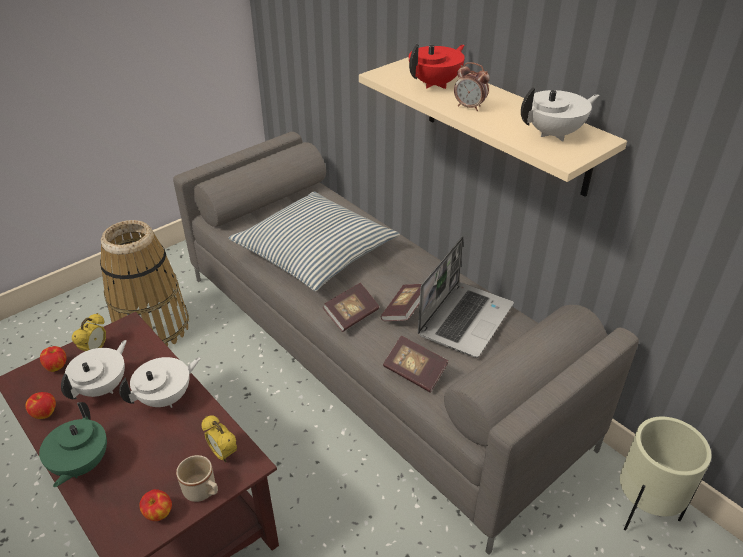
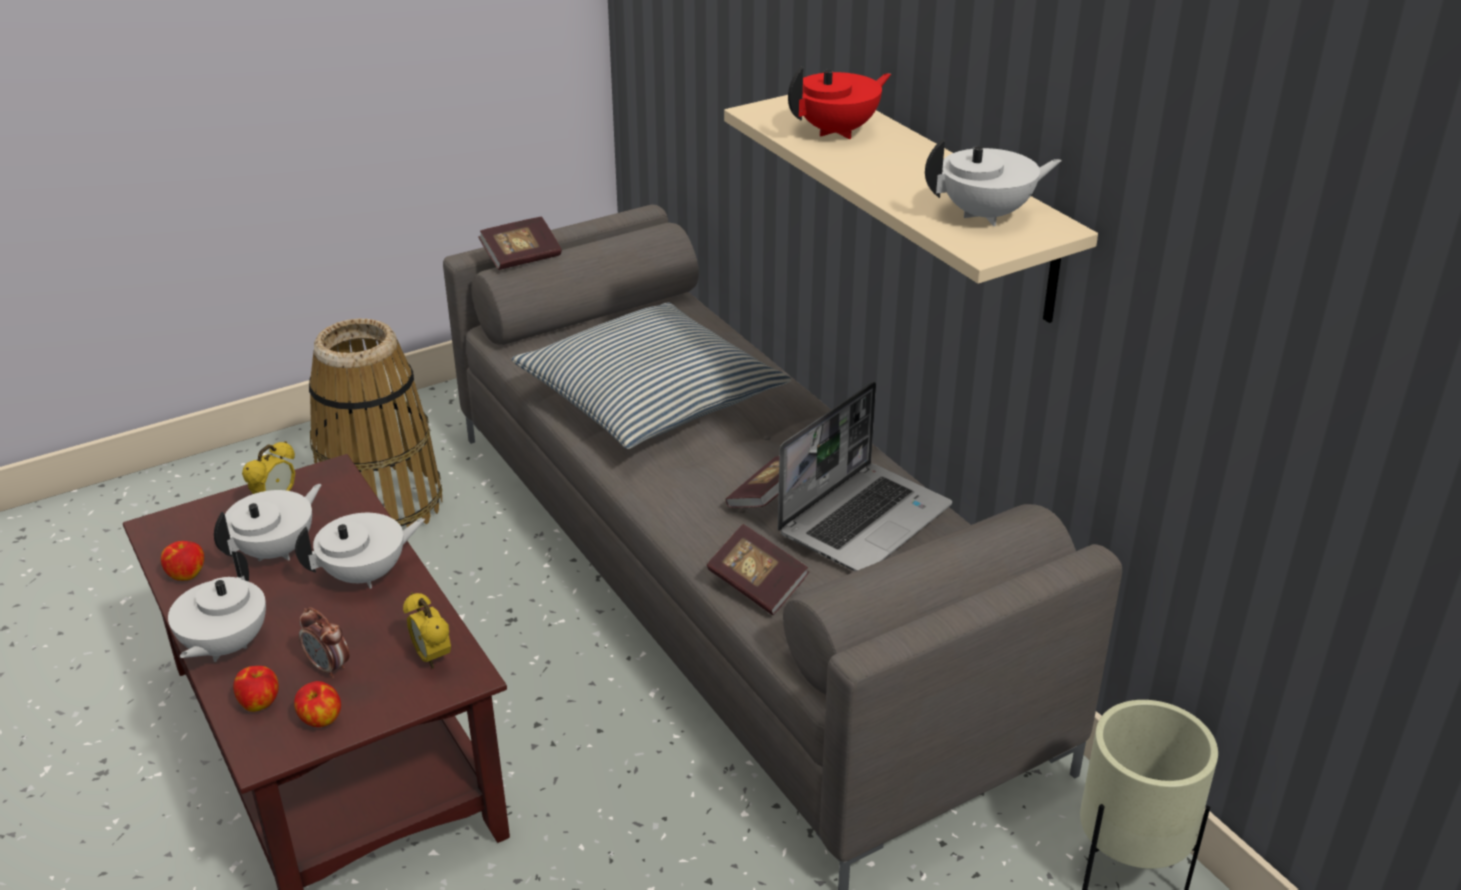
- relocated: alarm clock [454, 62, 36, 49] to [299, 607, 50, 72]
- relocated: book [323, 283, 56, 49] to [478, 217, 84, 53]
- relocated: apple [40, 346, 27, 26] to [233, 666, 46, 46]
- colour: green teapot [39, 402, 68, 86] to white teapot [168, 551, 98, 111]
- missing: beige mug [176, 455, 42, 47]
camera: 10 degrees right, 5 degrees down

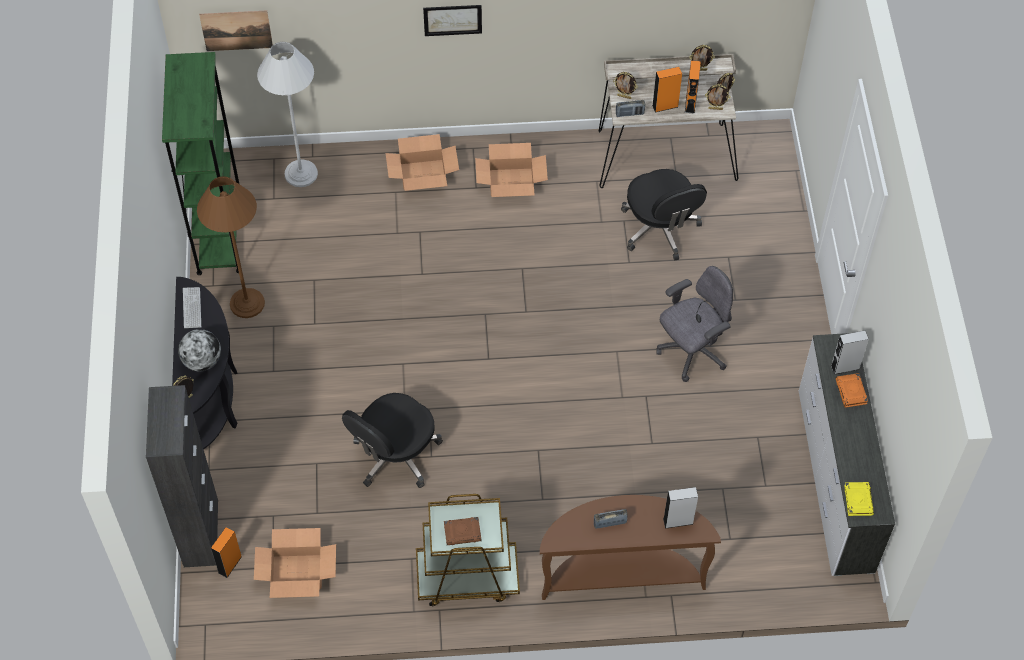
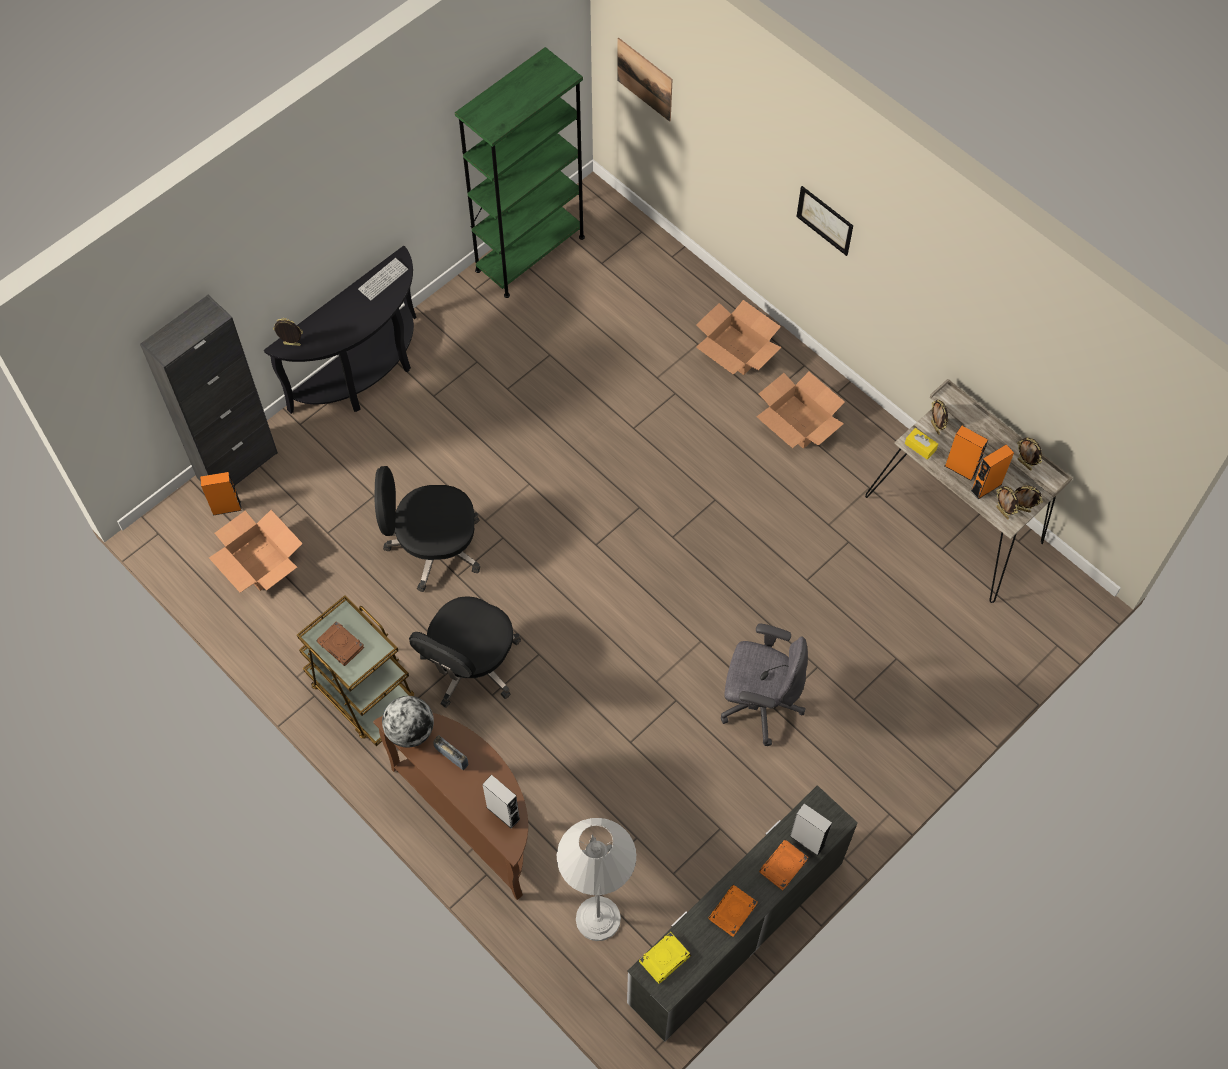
- relocated: white floor lamp [257, 42, 61, 145] to [557, 818, 79, 123]
- exchanged: radio [616, 100, 29, 17] to yellow tissue box [905, 428, 33, 32]
- relocated: black office chair [621, 169, 86, 91] to [409, 596, 112, 112]
- missing: brown floor lamp [197, 176, 68, 142]
- relocated: globe [178, 329, 43, 42] to [382, 696, 52, 52]
- appeared: orange book [708, 885, 49, 52]
camera: 50 degrees right, 5 degrees up

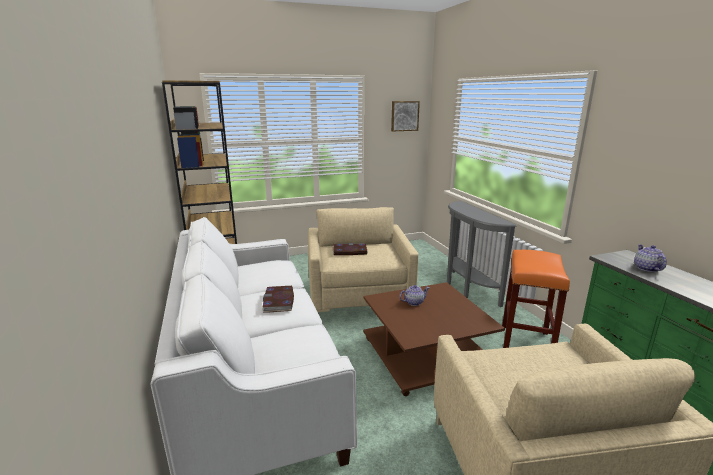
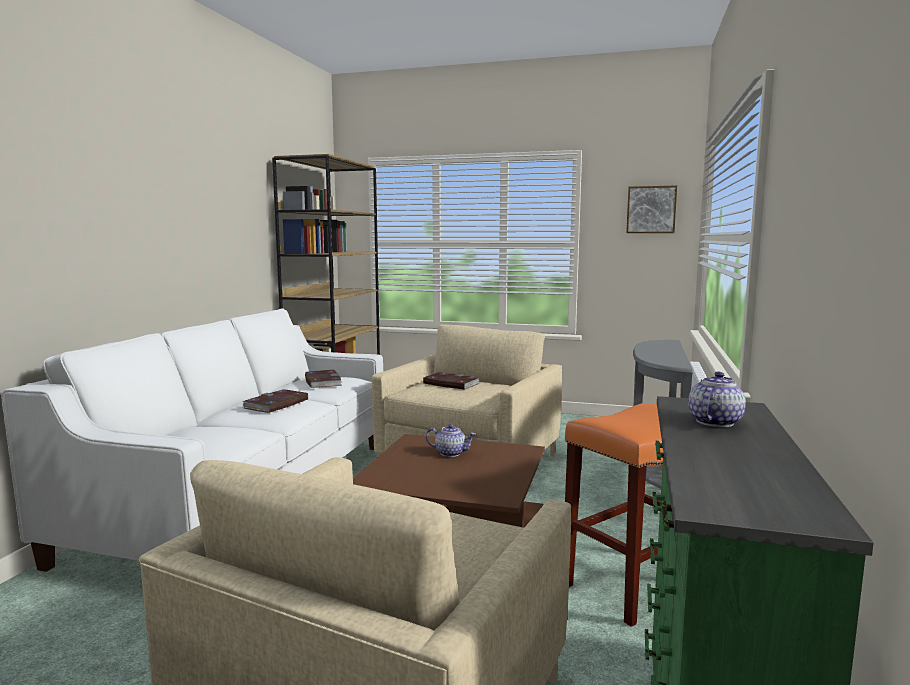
- appeared: book [305, 370, 38, 18]
camera: 35 degrees right, 10 degrees down

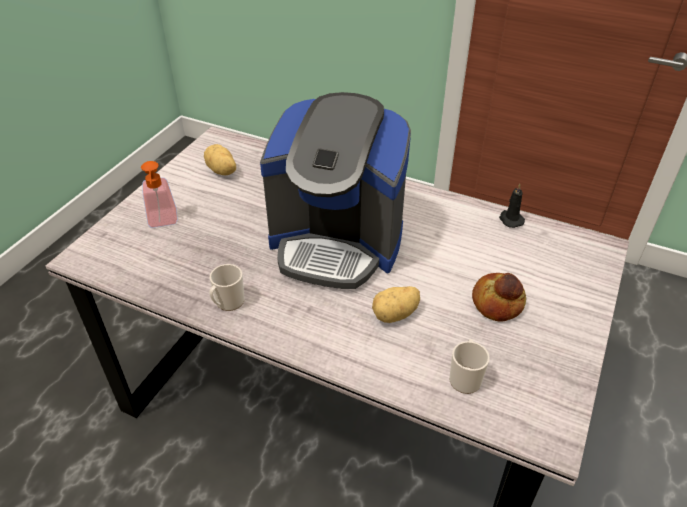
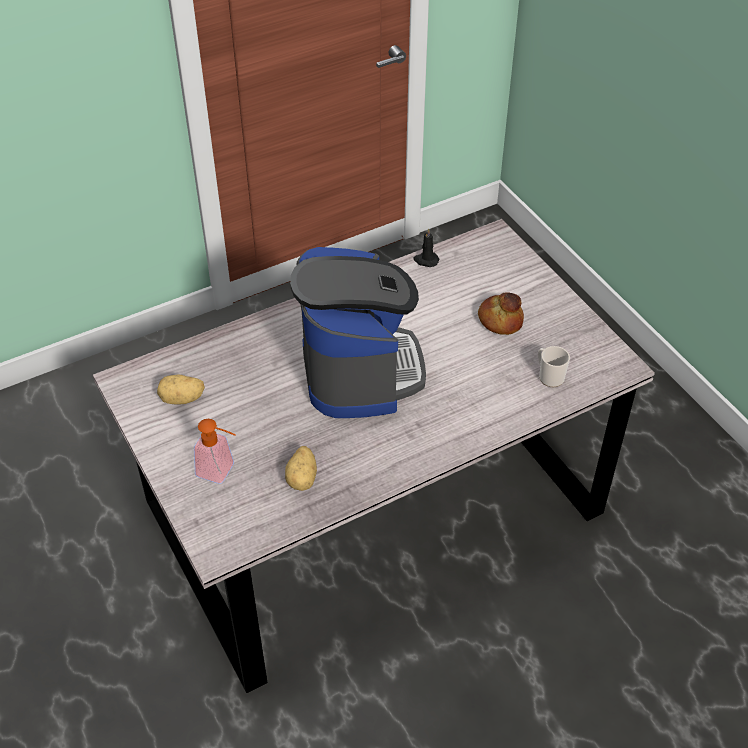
- spun: coffee machine [260, 92, 151, 197] = [290, 247, 136, 171] 60 degrees counterclockwise
- missing: mug [209, 264, 36, 47]
- relocated: potato [372, 286, 48, 37] to [285, 446, 32, 45]
camera: 55 degrees left, 5 degrees up

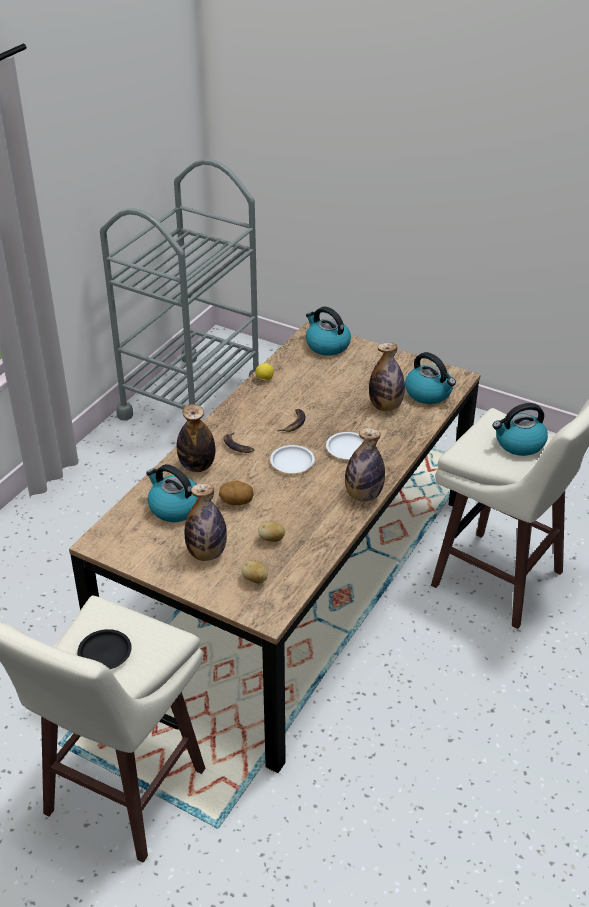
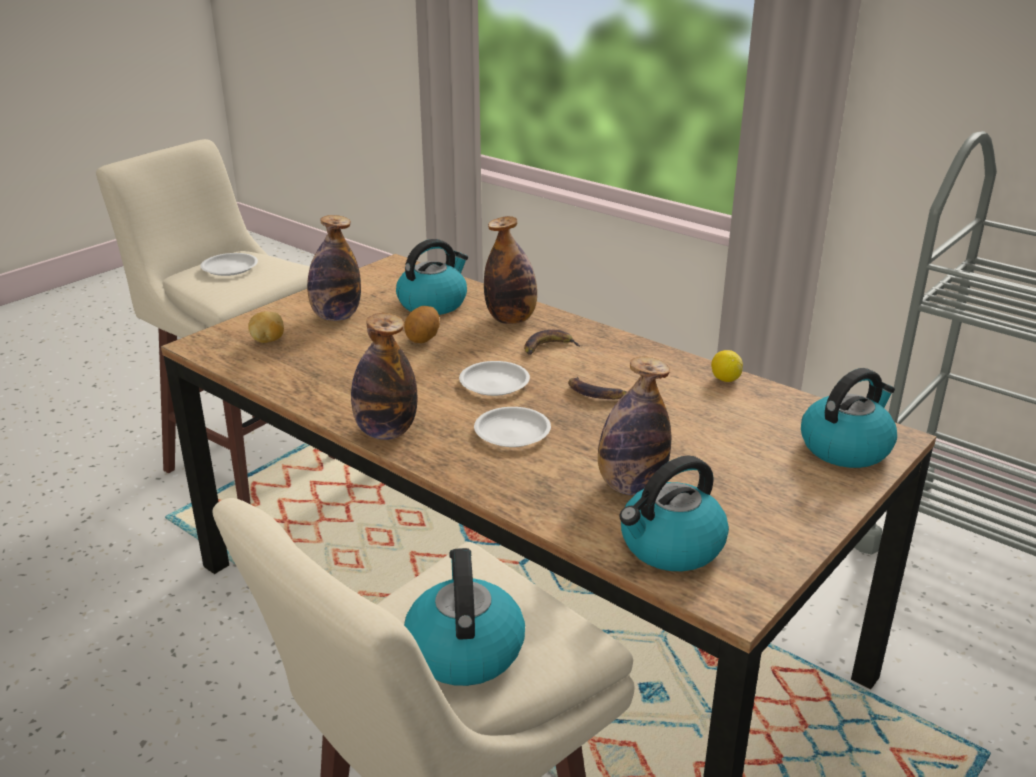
- missing: potato [258, 521, 27, 21]
- colour: black plate [77, 629, 55, 40] to white plate [200, 253, 58, 23]
camera: 100 degrees right, 10 degrees down

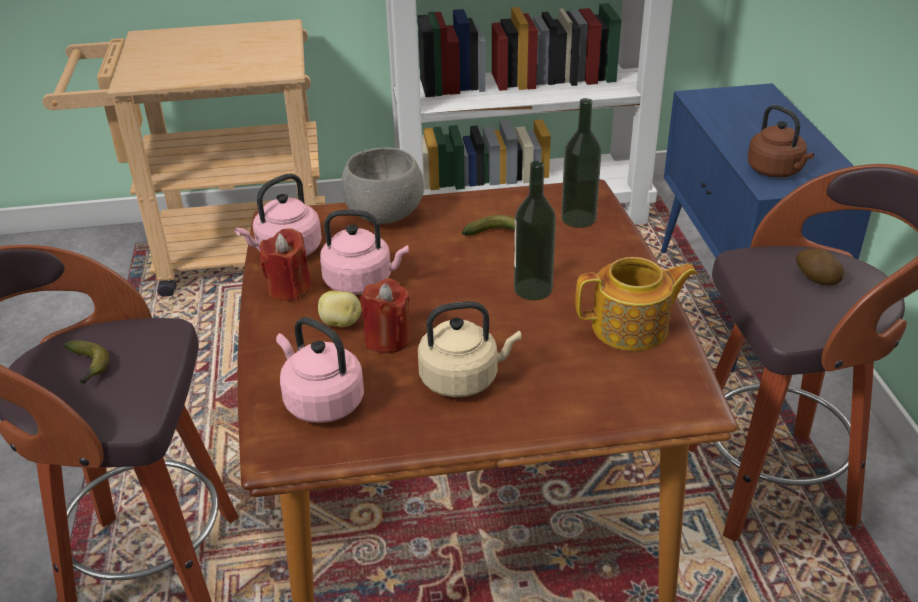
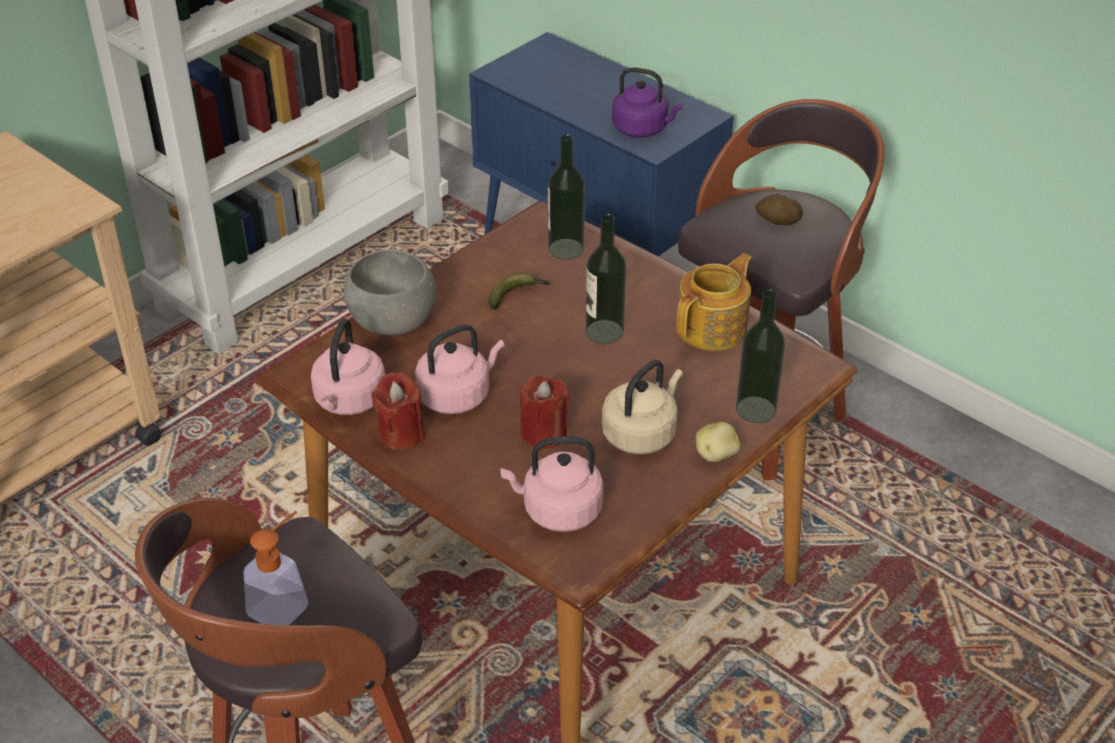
- colour: brown kettle [747, 105, 67, 73] to purple kettle [612, 67, 71, 71]
- relocated: potato [318, 291, 43, 36] to [695, 422, 45, 40]
- exchanged: banana [64, 340, 45, 45] to soap dispenser [243, 511, 66, 114]
- appeared: bottle [736, 289, 49, 134]
camera: 40 degrees left, 5 degrees up

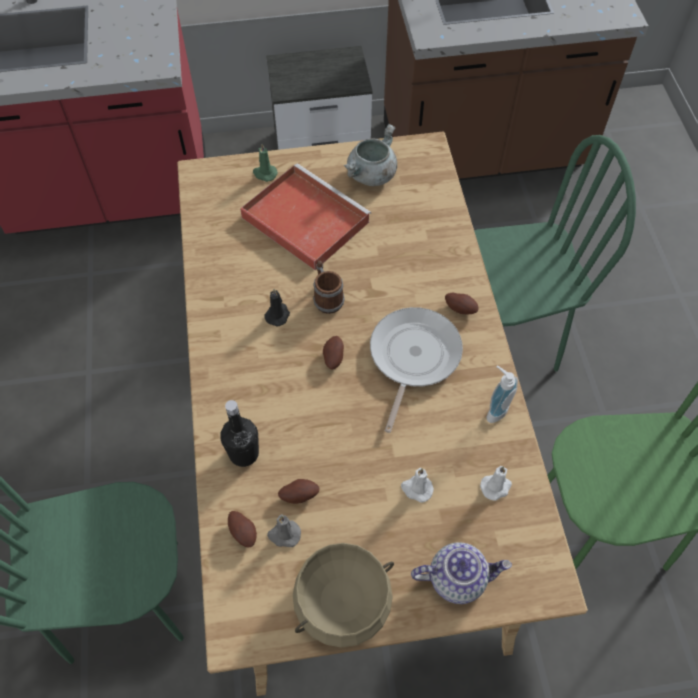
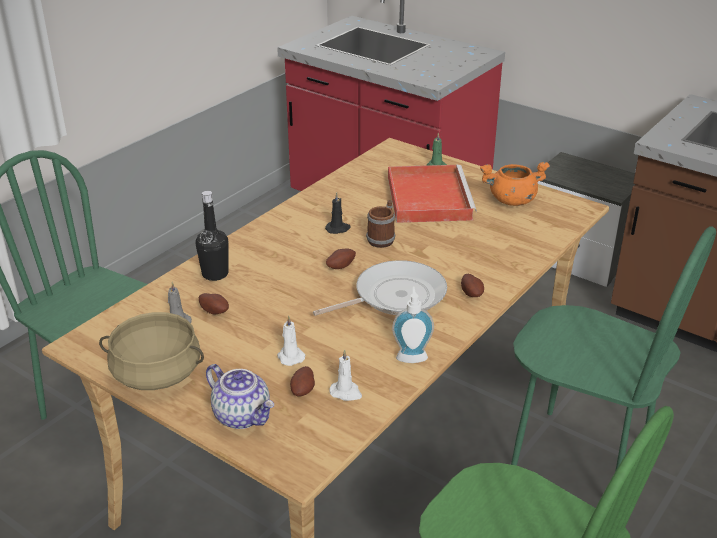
- colour: grey cooking pot [344, 124, 53, 62] to orange cooking pot [480, 162, 70, 44]
- relocated: potato [228, 511, 29, 36] to [290, 366, 25, 30]
camera: 45 degrees right, 25 degrees down

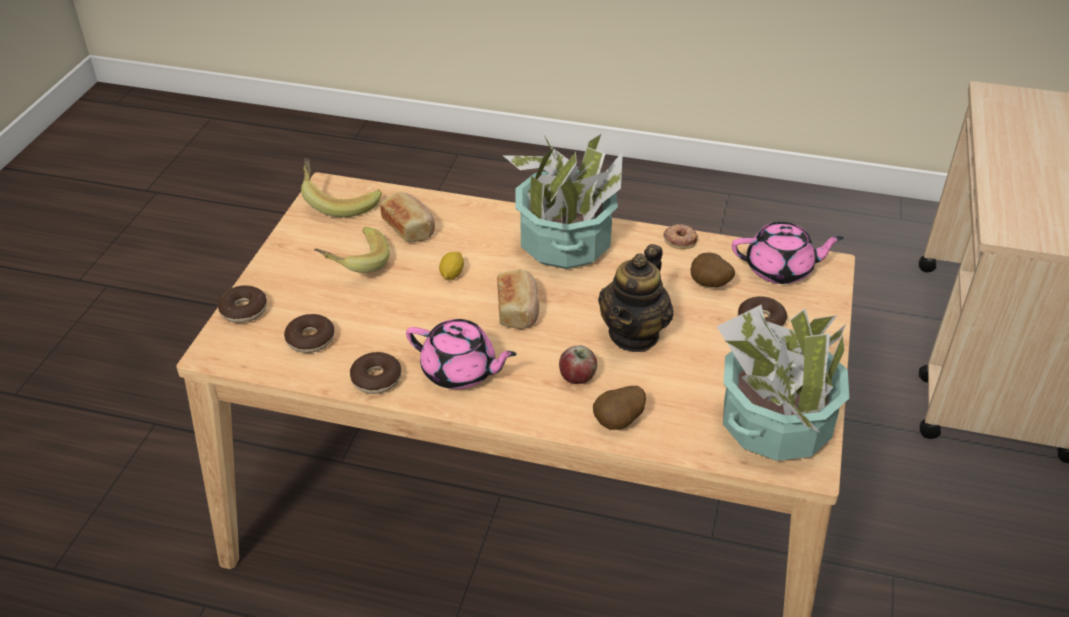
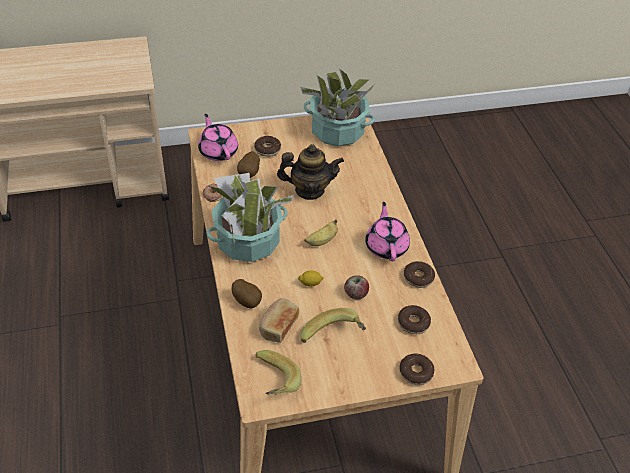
- exchanged: bread [497, 269, 42, 61] to banana [304, 219, 34, 27]
- relocated: apple [559, 346, 38, 38] to [344, 275, 25, 25]
- relocated: potato [593, 386, 53, 44] to [231, 279, 31, 29]
camera: 120 degrees left, 5 degrees up

